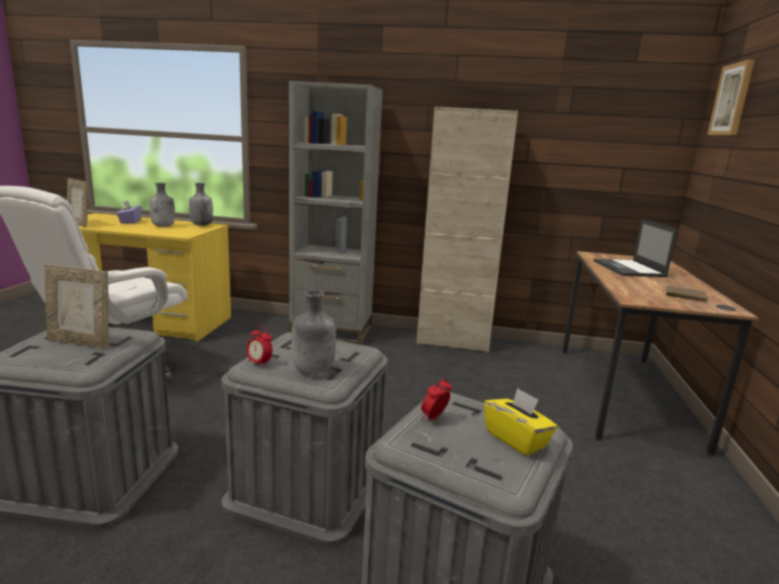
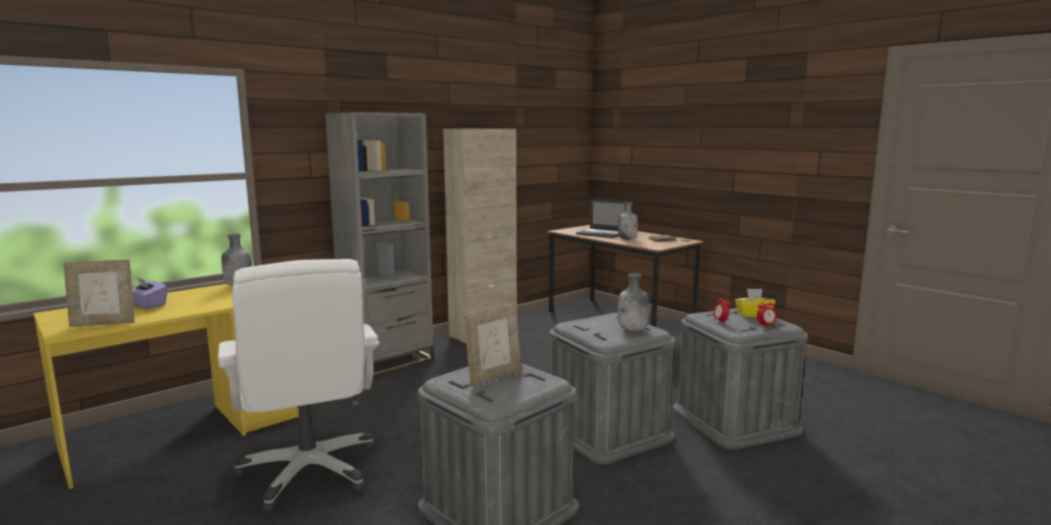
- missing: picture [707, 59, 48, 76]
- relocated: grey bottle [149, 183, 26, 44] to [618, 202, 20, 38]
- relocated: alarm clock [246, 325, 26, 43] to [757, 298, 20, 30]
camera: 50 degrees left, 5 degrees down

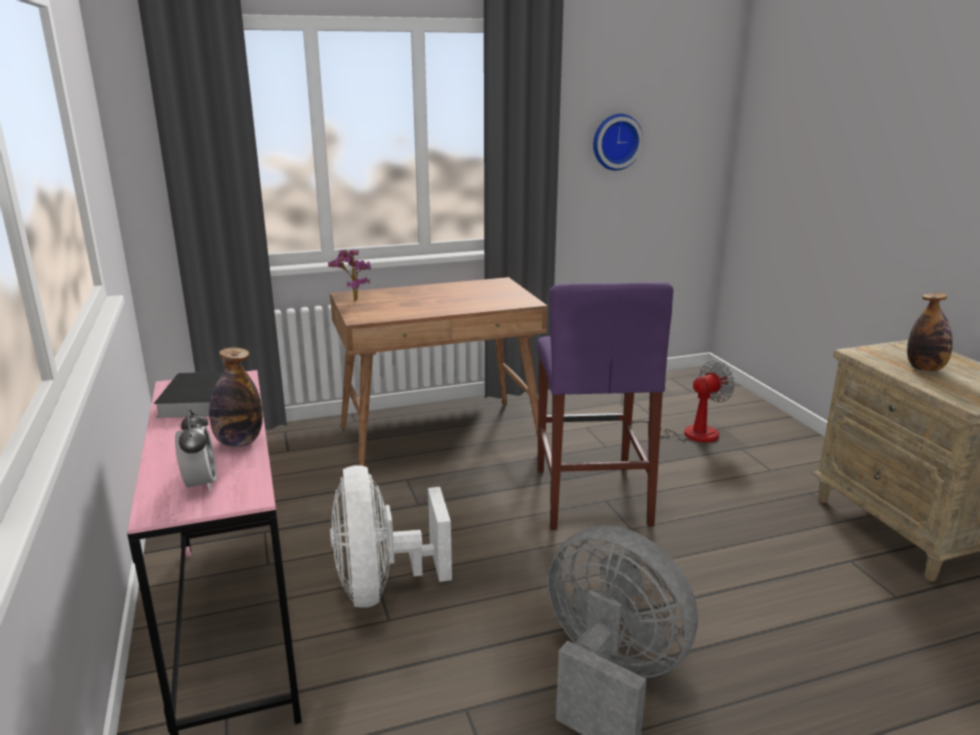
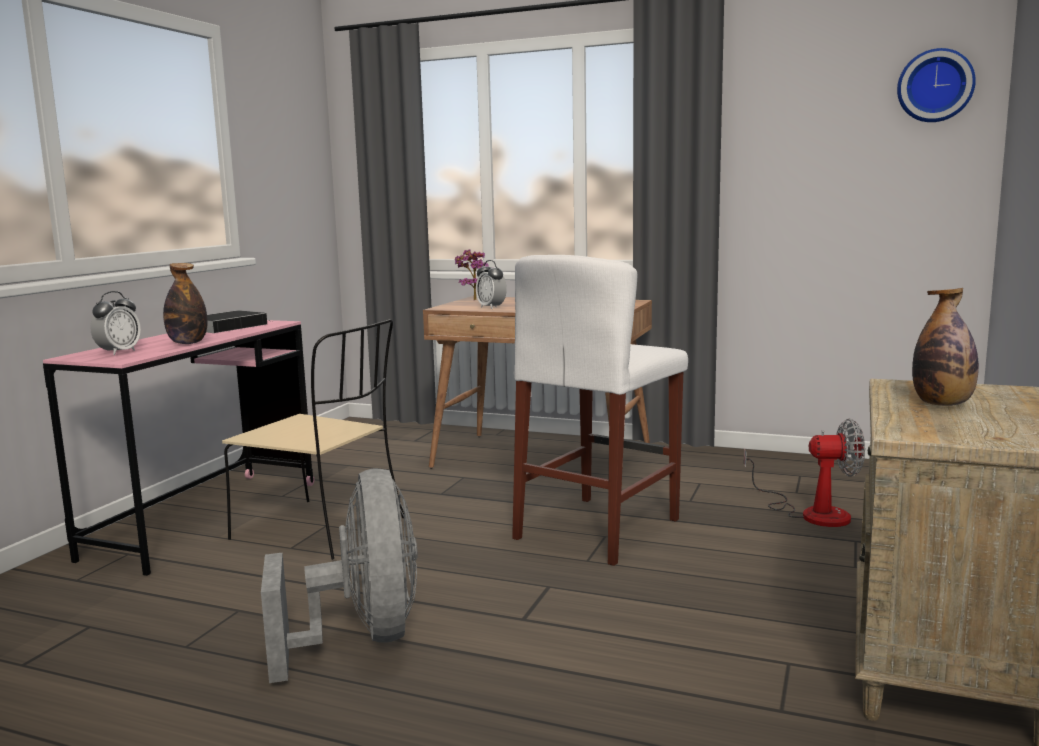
- relocated: wall clock [593, 114, 50, 56] to [897, 48, 79, 74]
- colour: purple stool [537, 282, 136, 248] to white stool [512, 255, 176, 311]
- exchanged: white fan [330, 465, 122, 143] to beige chair [222, 319, 182, 241]
- appeared: alarm clock [476, 260, 31, 49]
camera: 40 degrees right, 10 degrees down

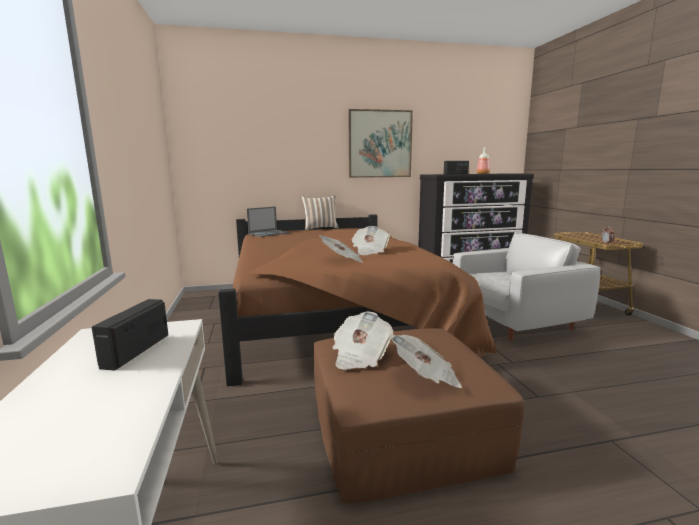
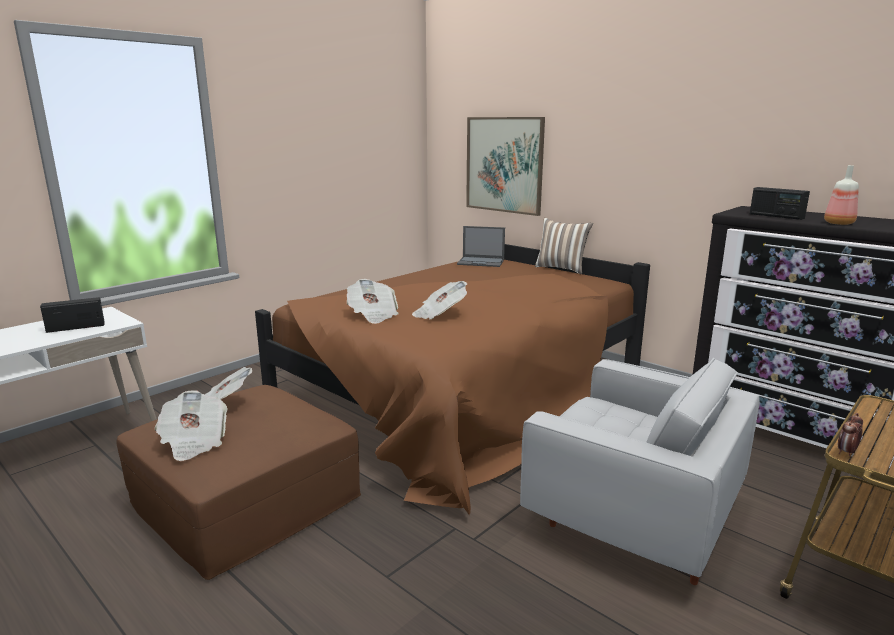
- relocated: picture [348, 109, 65, 69] to [466, 117, 79, 99]
camera: 55 degrees right, 5 degrees up

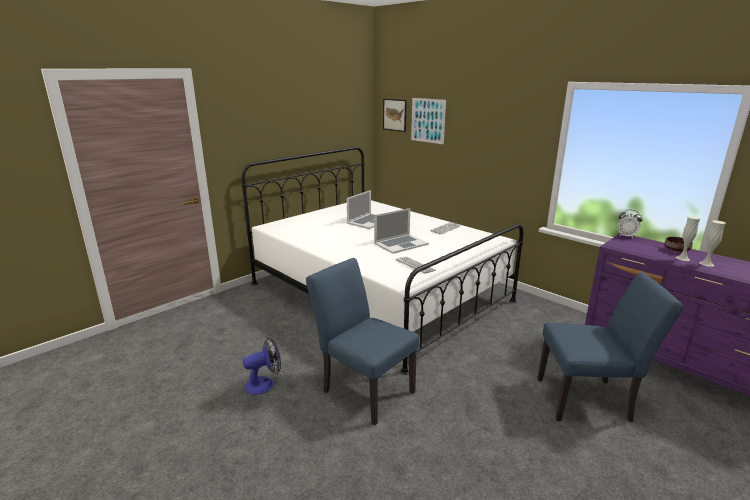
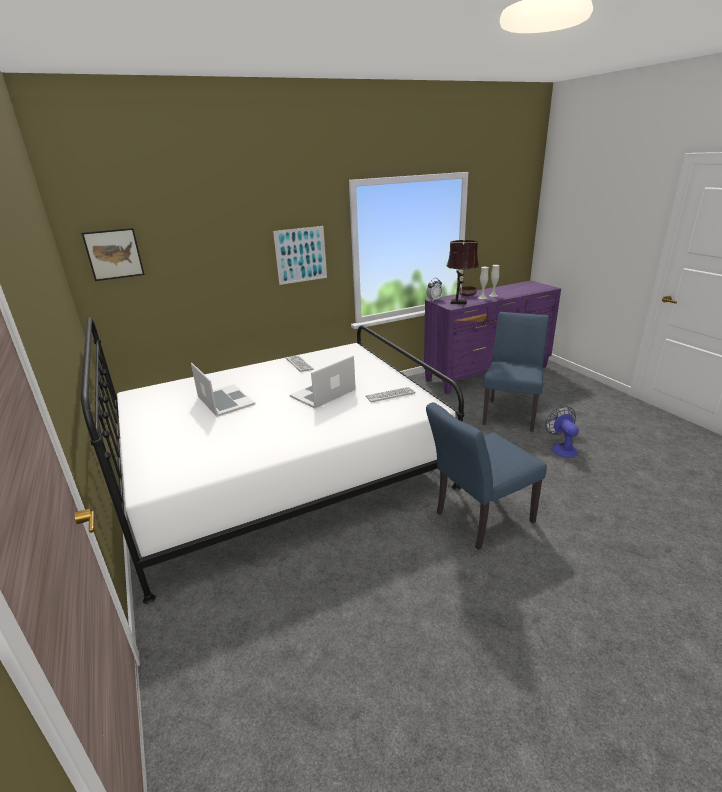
- relocated: picture [411, 98, 35, 46] to [273, 226, 54, 59]
- spun: laptop [374, 208, 55, 46] = [290, 356, 66, 52] 120 degrees counterclockwise
- relocated: fan [243, 338, 38, 57] to [545, 406, 34, 52]
- appeared: brown table lamp [447, 239, 32, 66]
camera: 70 degrees left, 5 degrees up

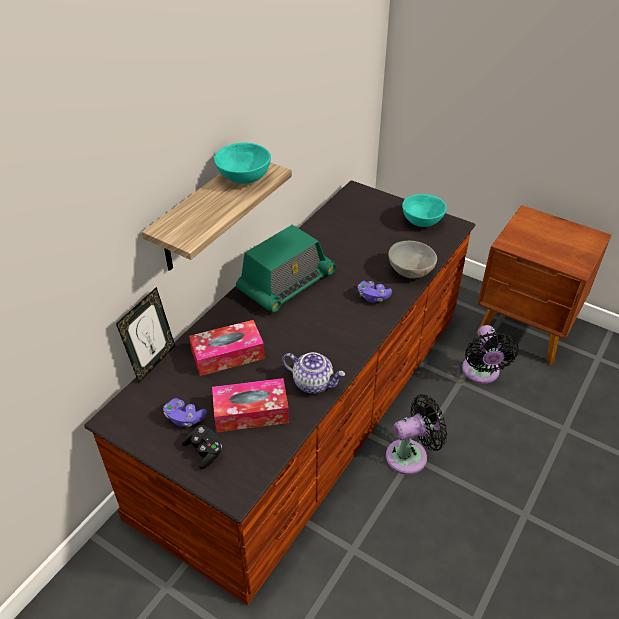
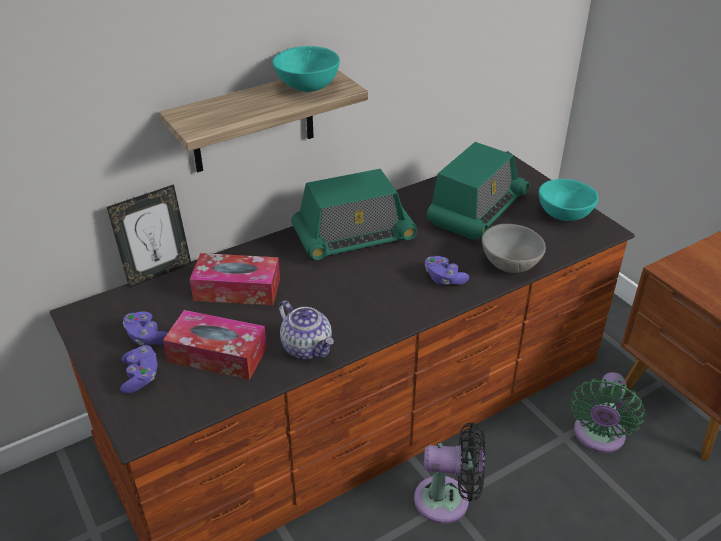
- colour: black fan [462, 325, 57, 59] to green fan [570, 372, 75, 81]
- colour: black game controller [182, 425, 40, 44] to purple game controller [120, 345, 38, 49]
- appeared: radio [426, 142, 104, 99]
camera: 25 degrees right, 5 degrees down

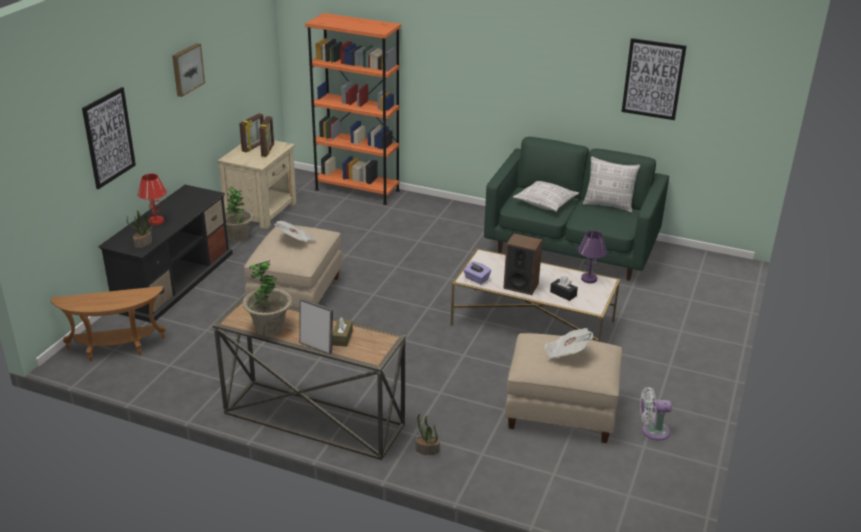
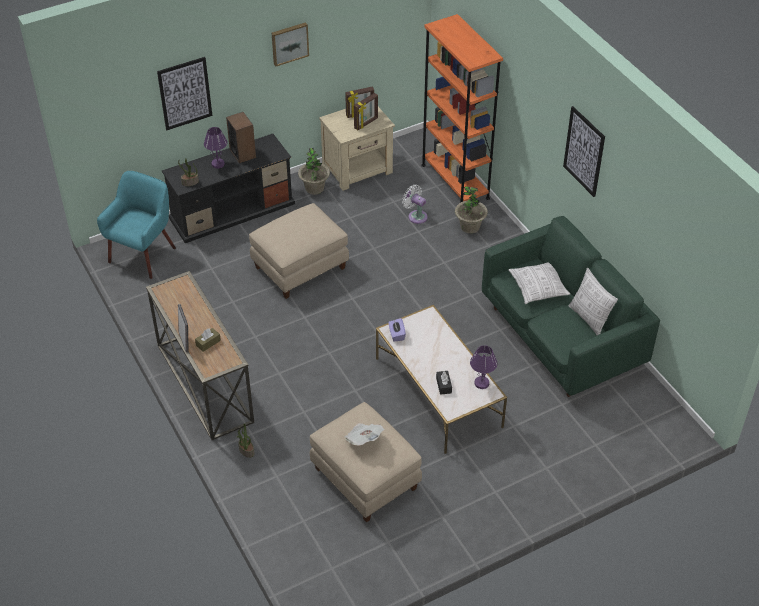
- relocated: picture [622, 38, 65, 82] to [563, 106, 42, 91]
- colour: red table lamp [138, 174, 29, 51] to purple table lamp [204, 127, 23, 41]
- missing: newspaper [274, 221, 42, 21]
- relocated: speaker [503, 233, 40, 62] to [226, 112, 30, 51]
- relocated: potted plant [242, 260, 50, 76] to [455, 186, 33, 48]
- exchanged: brown side table [51, 286, 114, 76] to turquoise armchair [97, 171, 79, 108]
- relocated: white fan [640, 387, 32, 54] to [402, 185, 26, 39]
camera: 40 degrees right, 15 degrees up

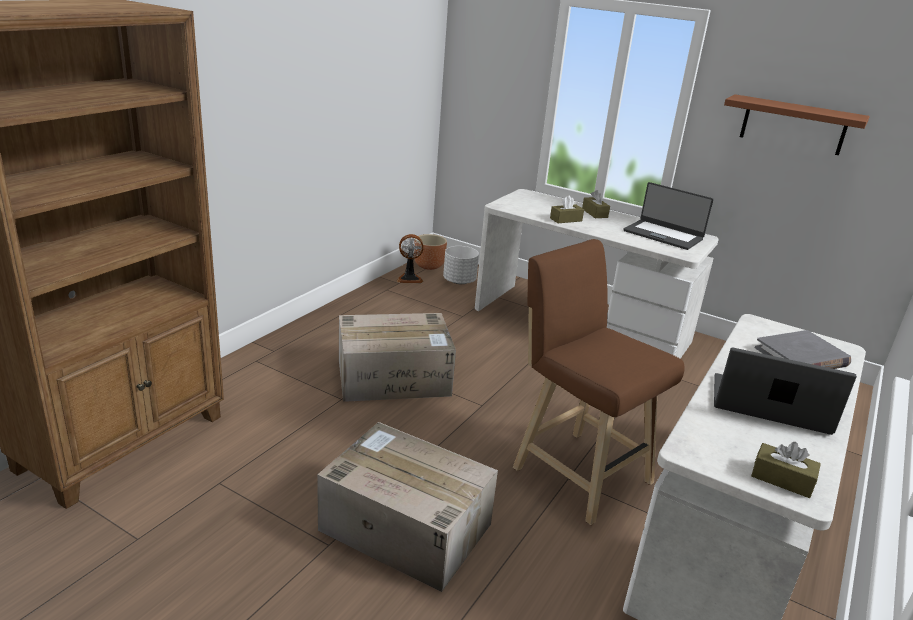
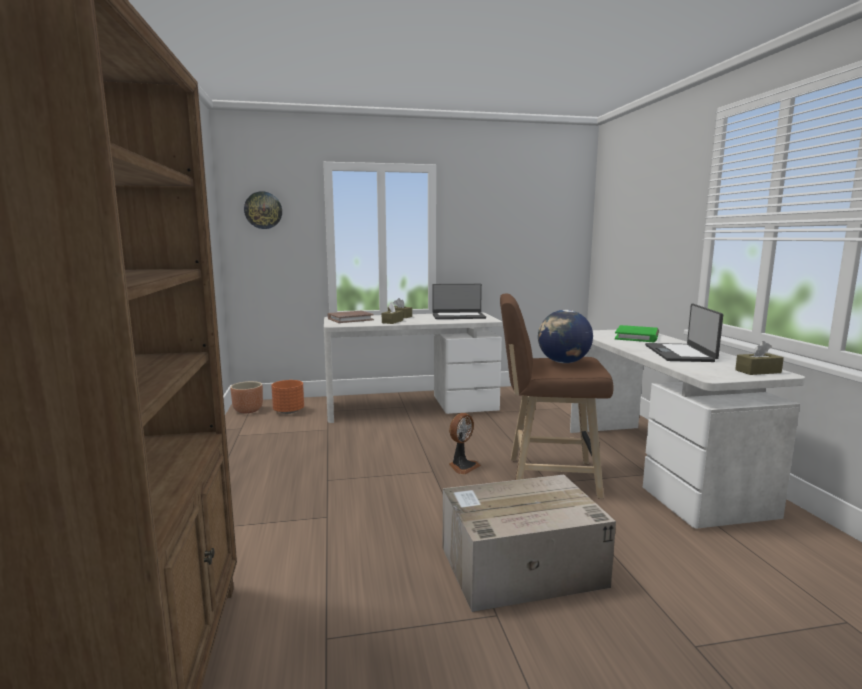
- missing: brown shelf [724, 94, 146, 61]
- relocated: fan [397, 234, 26, 49] to [449, 413, 32, 62]
- colour: white planter [443, 246, 36, 38] to orange planter [271, 380, 33, 34]
- missing: cardboard box [339, 313, 117, 89]
- colour: grey book [755, 330, 96, 39] to green book [615, 325, 44, 17]
- spun: laptop [714, 348, 143, 87] = [645, 304, 78, 58] 60 degrees counterclockwise
- appeared: wall clock [244, 191, 38, 38]
- appeared: globe [538, 310, 55, 53]
- appeared: brown book [328, 311, 46, 12]
camera: 40 degrees left, 15 degrees down

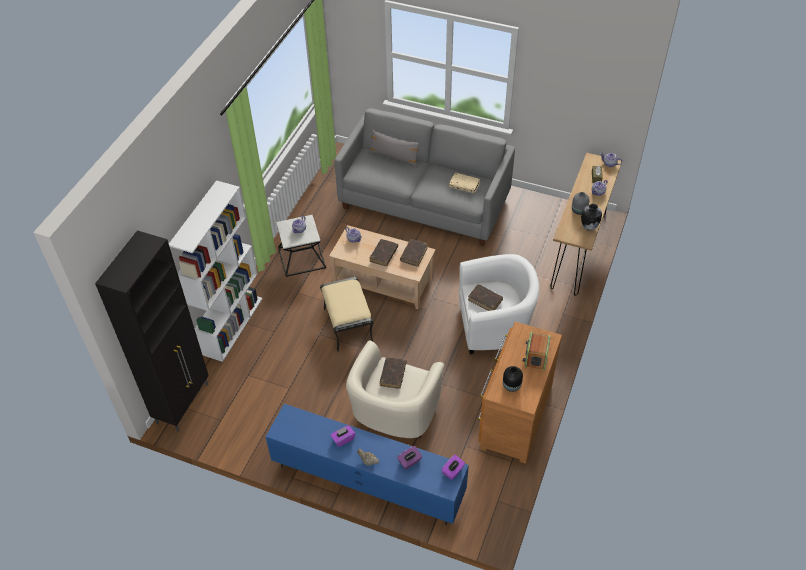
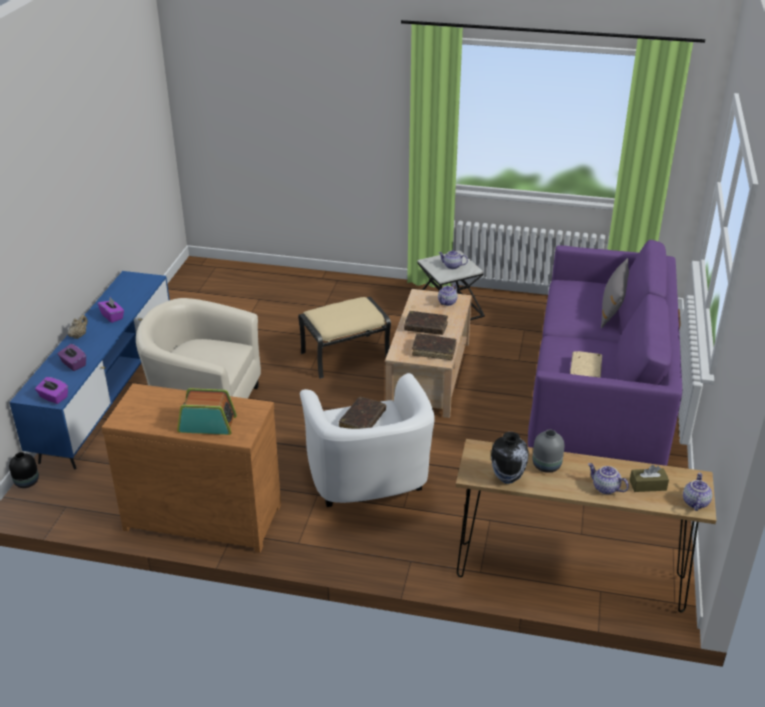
- colour: grey sofa [335, 108, 180, 138] to purple sofa [528, 240, 154, 226]
- missing: white bookcase [169, 180, 94, 182]
- missing: black cabinet [95, 230, 114, 202]
- missing: brown book [379, 357, 28, 32]
- relocated: black vase [503, 366, 20, 26] to [9, 452, 30, 36]
camera: 80 degrees right, 15 degrees down

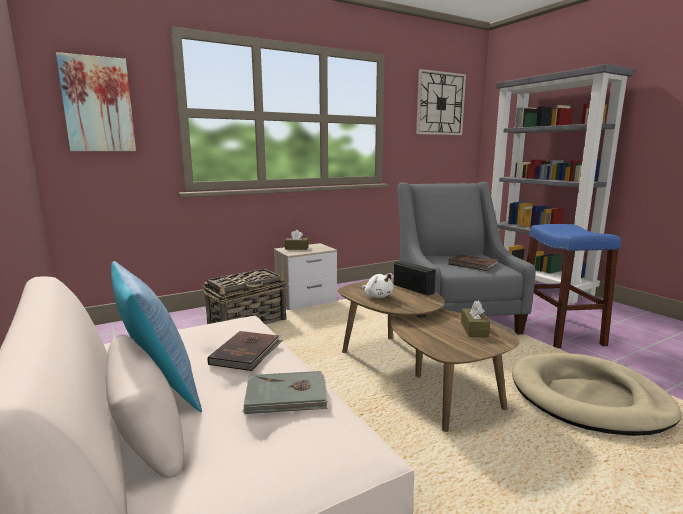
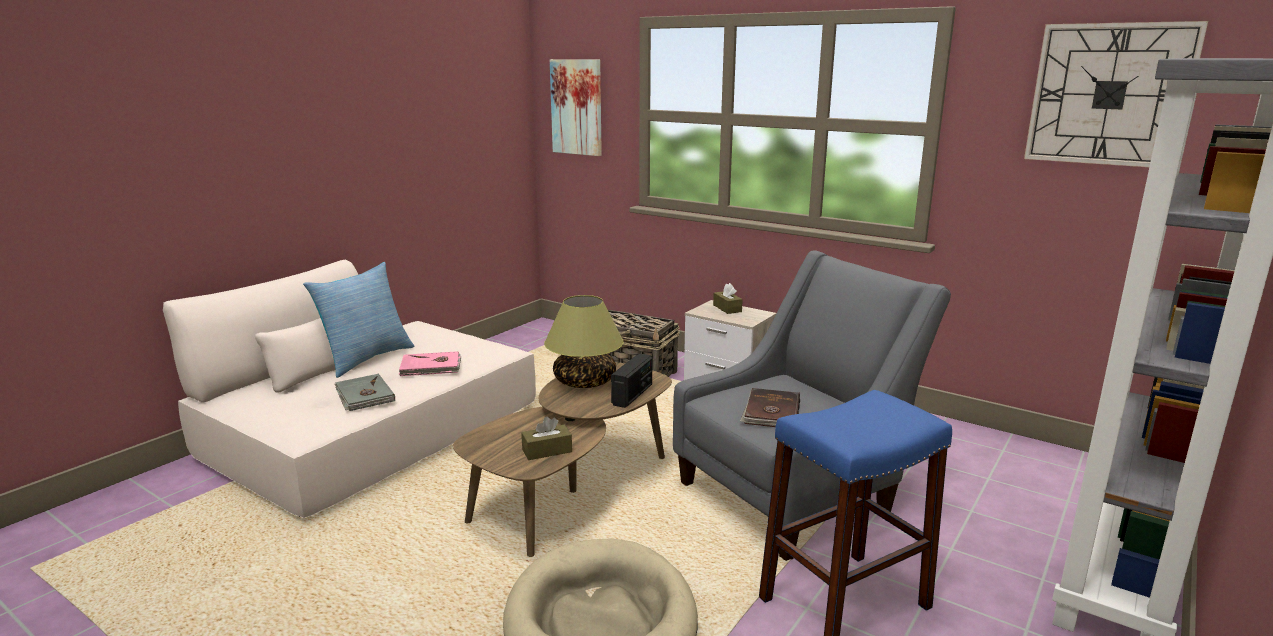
- exchanged: white plush toy [362, 273, 32, 25] to table lamp [544, 295, 80, 93]
- colour: brown book [207, 331, 76, 40] to pink book [398, 351, 63, 25]
camera: 65 degrees right, 5 degrees up

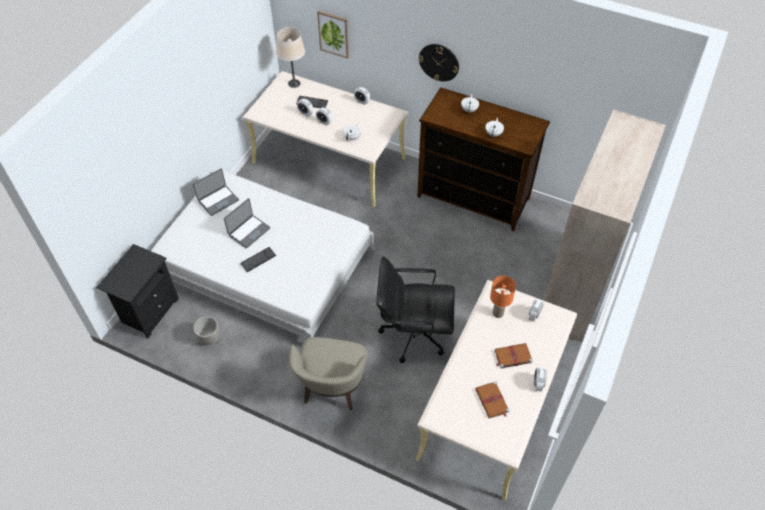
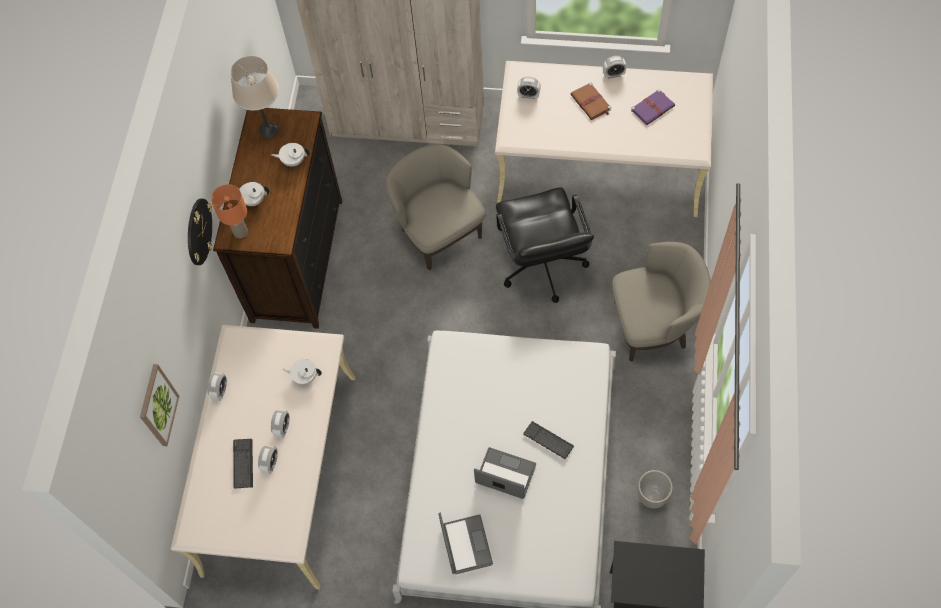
- relocated: beige table lamp [276, 27, 29, 61] to [230, 56, 49, 82]
- spun: laptop [193, 168, 46, 48] = [438, 512, 55, 62] 45 degrees clockwise
- relocated: orange table lamp [490, 276, 26, 42] to [211, 184, 37, 54]
- colour: brown book [475, 381, 34, 37] to purple book [631, 89, 44, 36]
- appeared: beige armchair [385, 144, 101, 126]
camera: 105 degrees left, 10 degrees up

